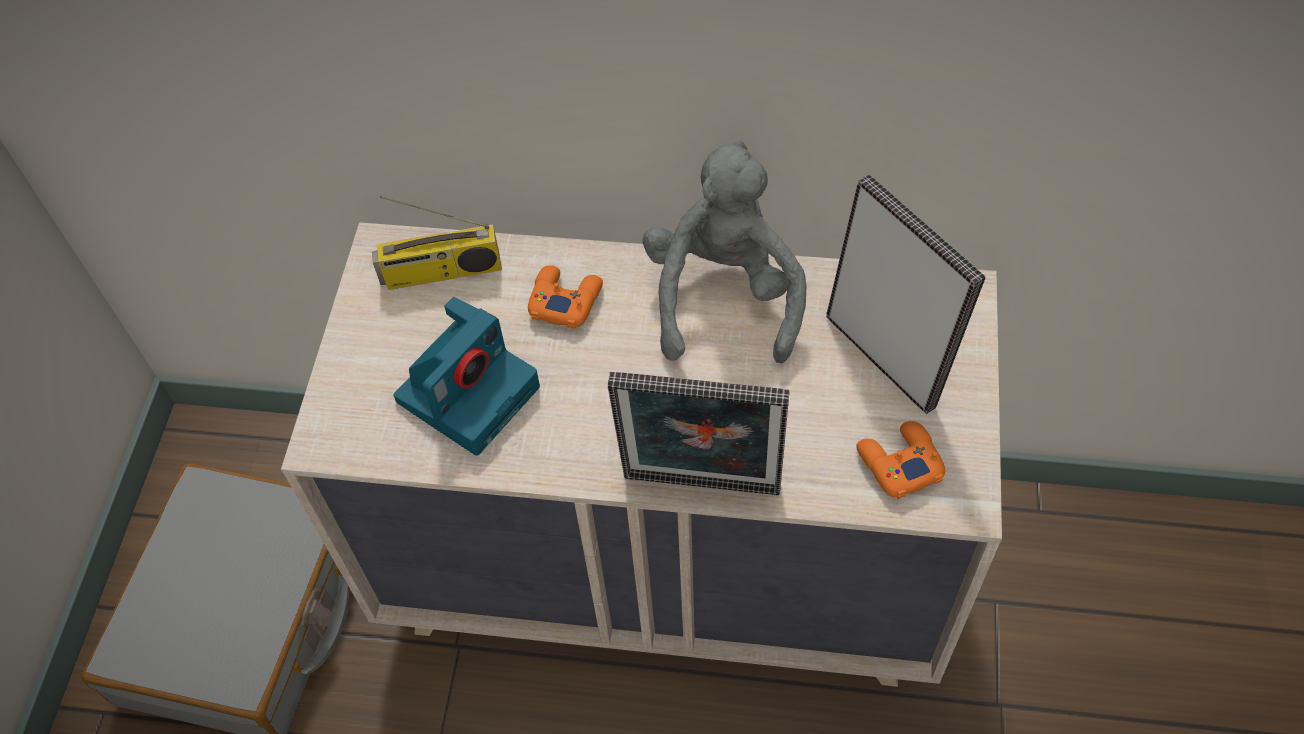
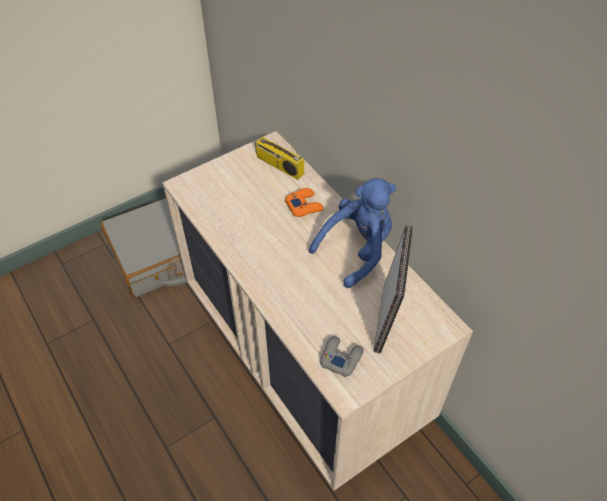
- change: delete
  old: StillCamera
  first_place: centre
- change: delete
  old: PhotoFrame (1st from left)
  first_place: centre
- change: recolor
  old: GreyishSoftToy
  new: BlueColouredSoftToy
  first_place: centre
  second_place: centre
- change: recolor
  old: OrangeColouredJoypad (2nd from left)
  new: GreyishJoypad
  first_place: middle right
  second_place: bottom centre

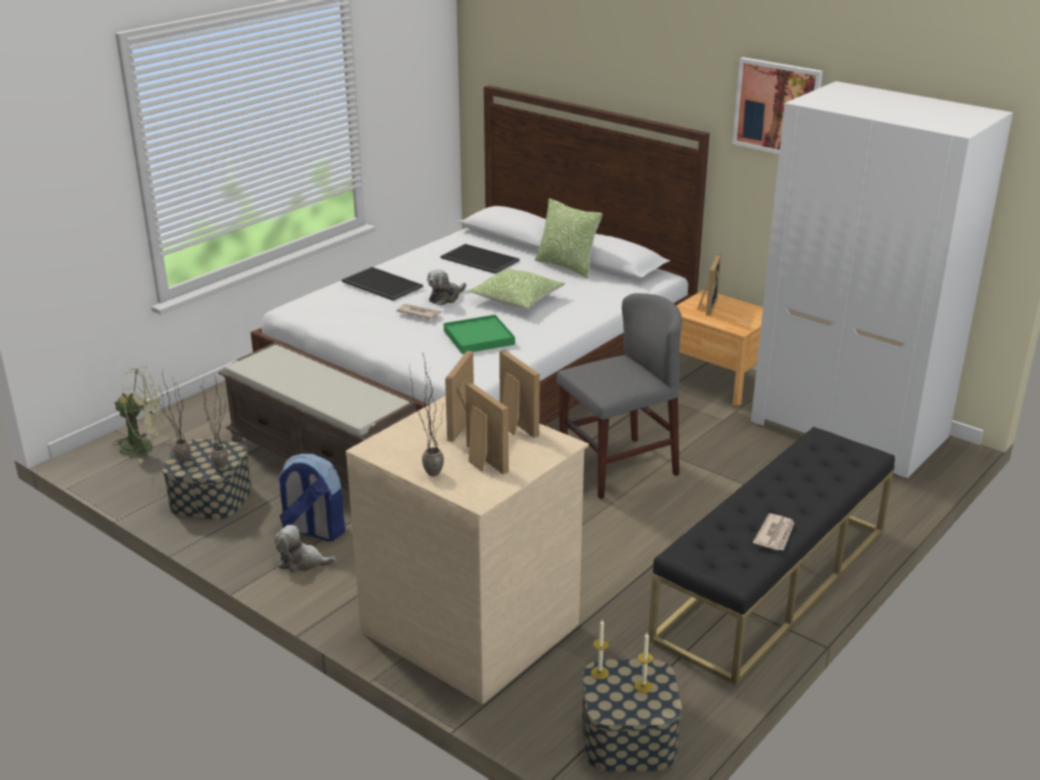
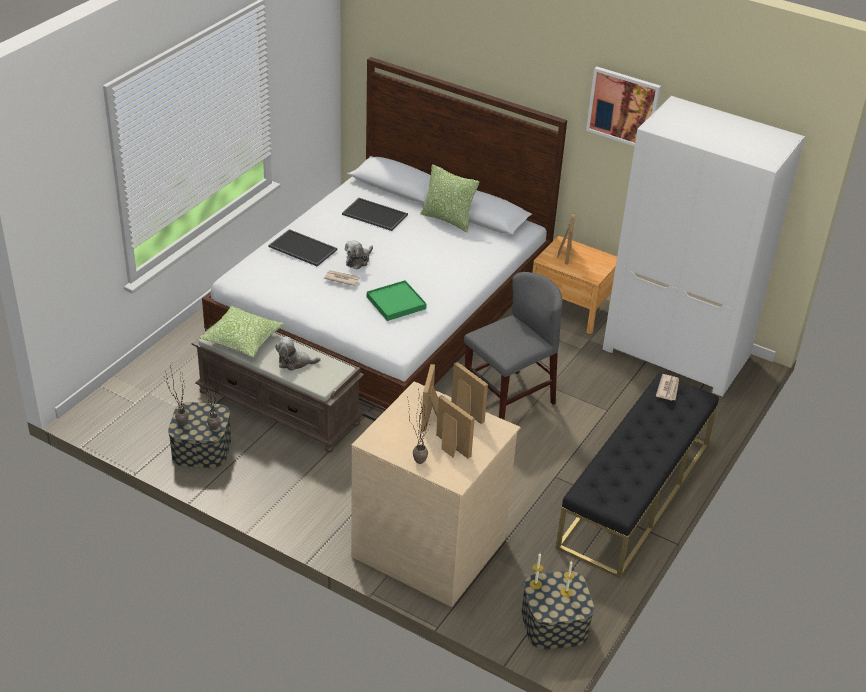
- change: delete
  old: GreenCoolingFan
  first_place: middle left
- change: move
  old: SoftToy (1st from left)
  first_place: bottom left
  second_place: centre
- change: delete
  old: Knapsack
  first_place: middle left
- change: move
  old: Cushion (1st from left)
  first_place: centre
  second_place: middle left
- change: move
  old: Newspaper (2nd from left)
  first_place: bottom right
  second_place: middle right

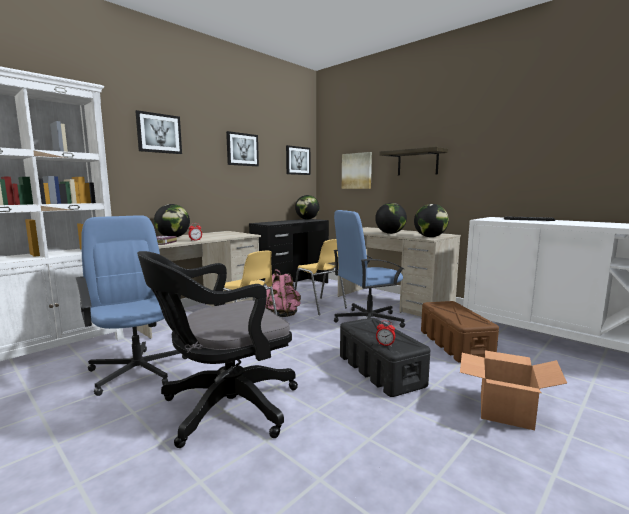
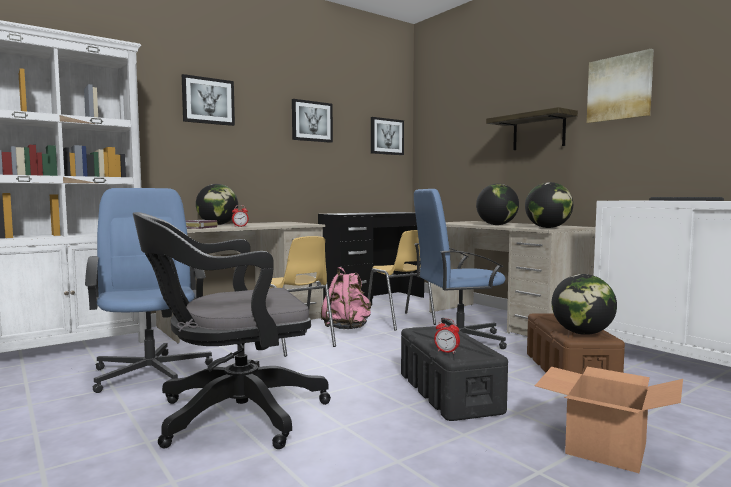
- change: move
  old: Globe (2nd from left in the first image)
  new: Globe (4th from left)
  first_place: centre
  second_place: middle right
- change: move
  old: WallArt (4th from left)
  first_place: top centre
  second_place: top right

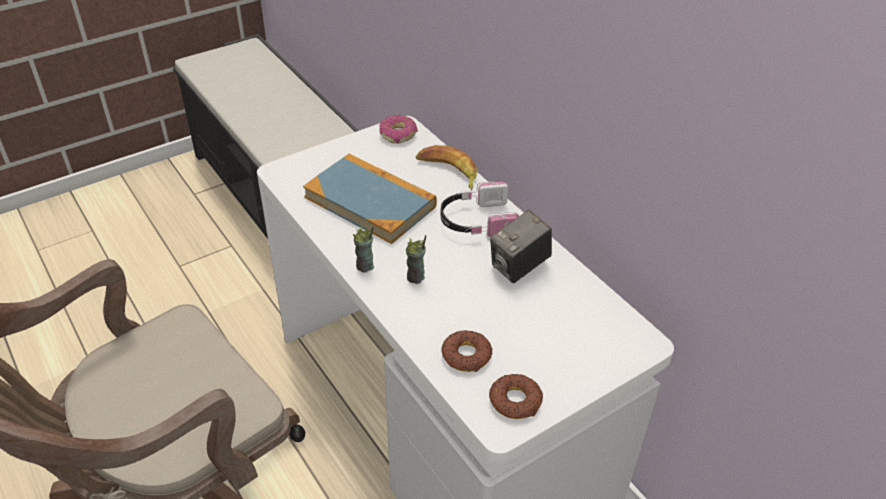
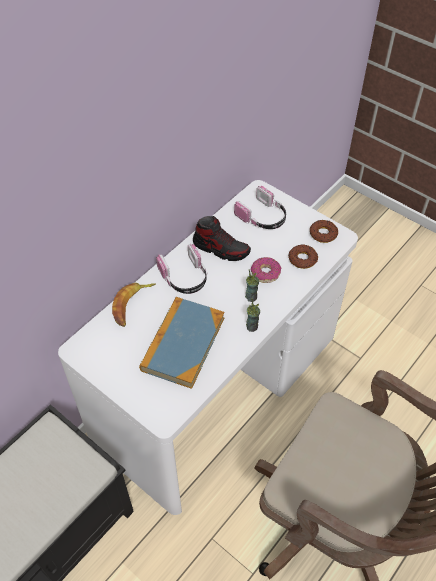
- change: move
  old: Donut (1st from left)
  first_place: top centre
  second_place: centre
- change: replace
  old: StillCamera
  new: ItemOfFootwear
  first_place: centre
  second_place: centre
- change: insert
  new: Headset (2nd from left)
  second_place: centre

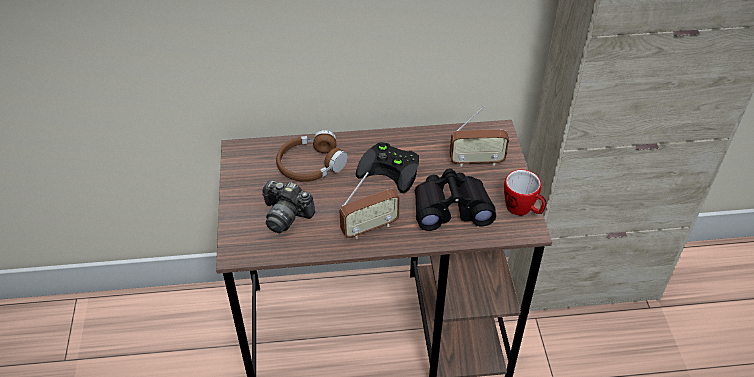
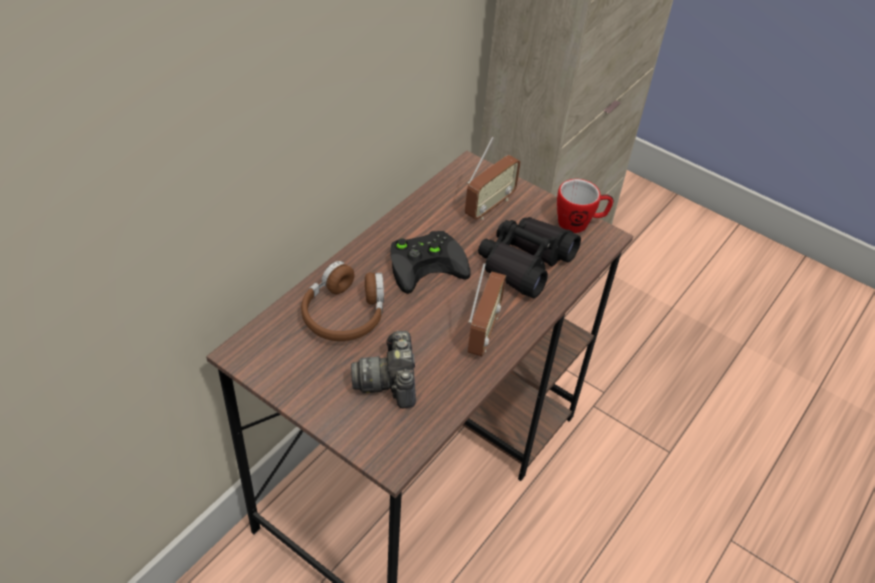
- change: rotate
  old: StillCamera
  first_place: centre
  second_place: centre
  degrees: 105

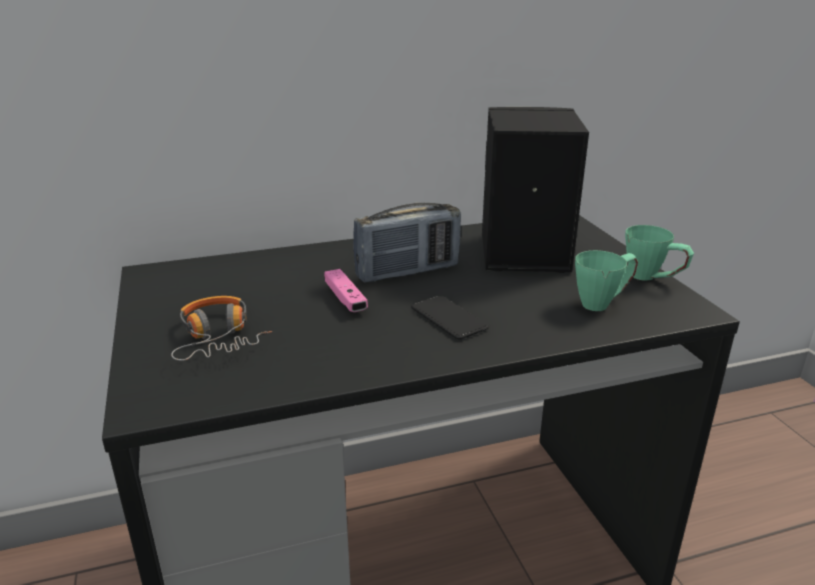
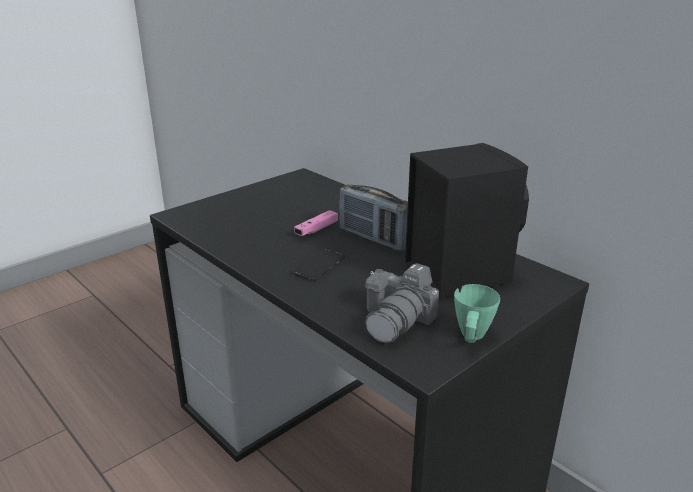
- change: delete
  old: Headset
  first_place: middle left
- change: replace
  old: GreenTeaMug (1st from left)
  new: StillCamera
  first_place: middle right
  second_place: centre

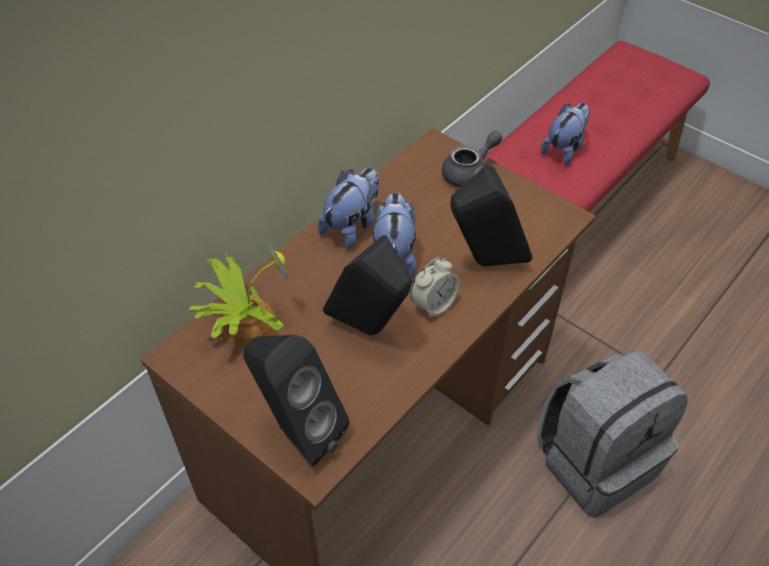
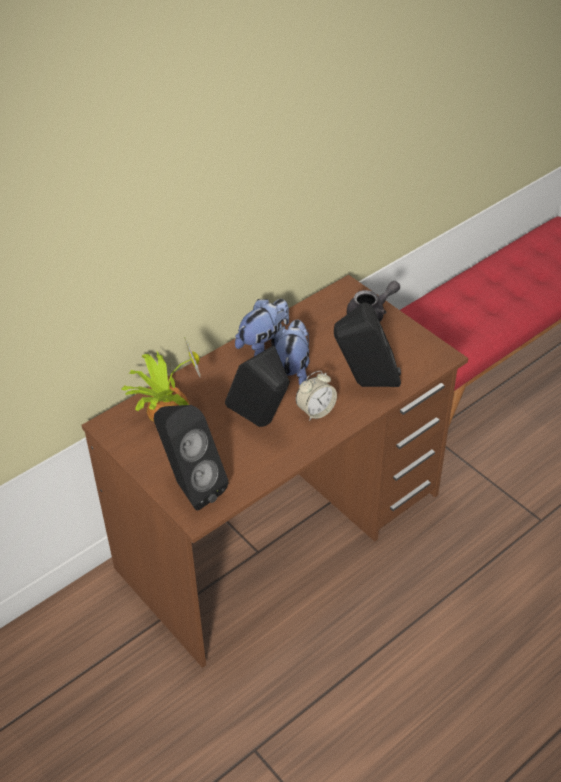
- change: delete
  old: GreyishKnapsack
  first_place: bottom right
- change: delete
  old: SoftToy (3rd from left)
  first_place: top right

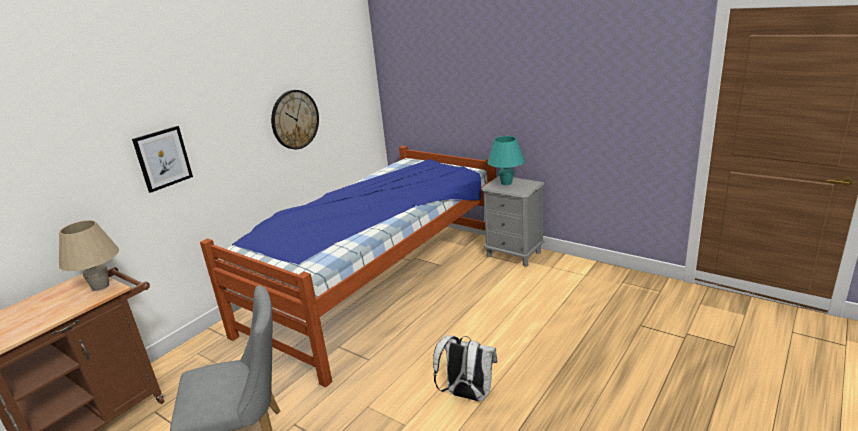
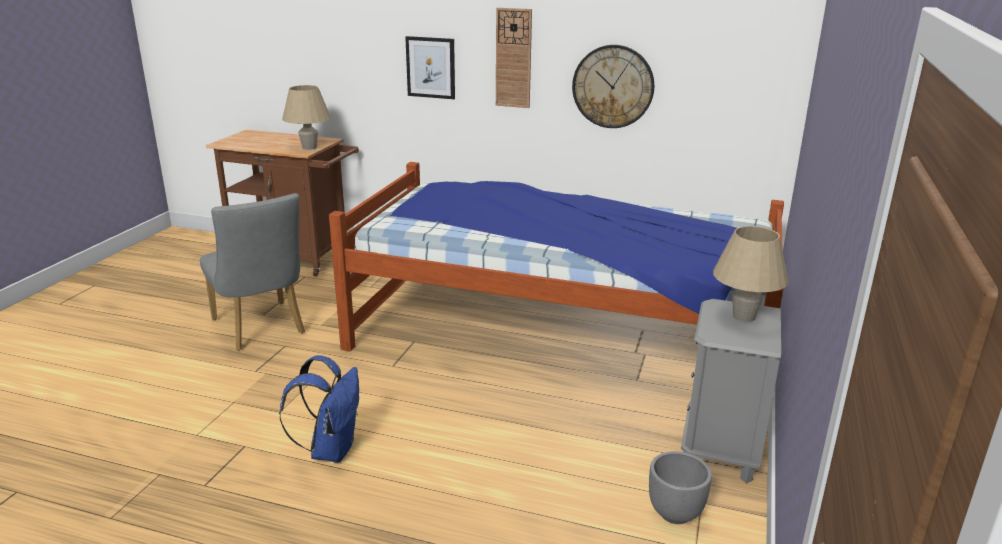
- change: recolor
  old: WhiteColouredKnapsack
  new: BlueColouredKnapsack
  first_place: bottom centre
  second_place: bottom left
- change: recolor
  old: BlueGreenLampForATable
  new: BeigeLampForATable (2nd from left)
  first_place: centre
  second_place: middle right
- change: insert
  new: ClockOnTheWall (1st from left)
  second_place: top centre
- change: insert
  new: GreyishPlantPot
  second_place: bottom right

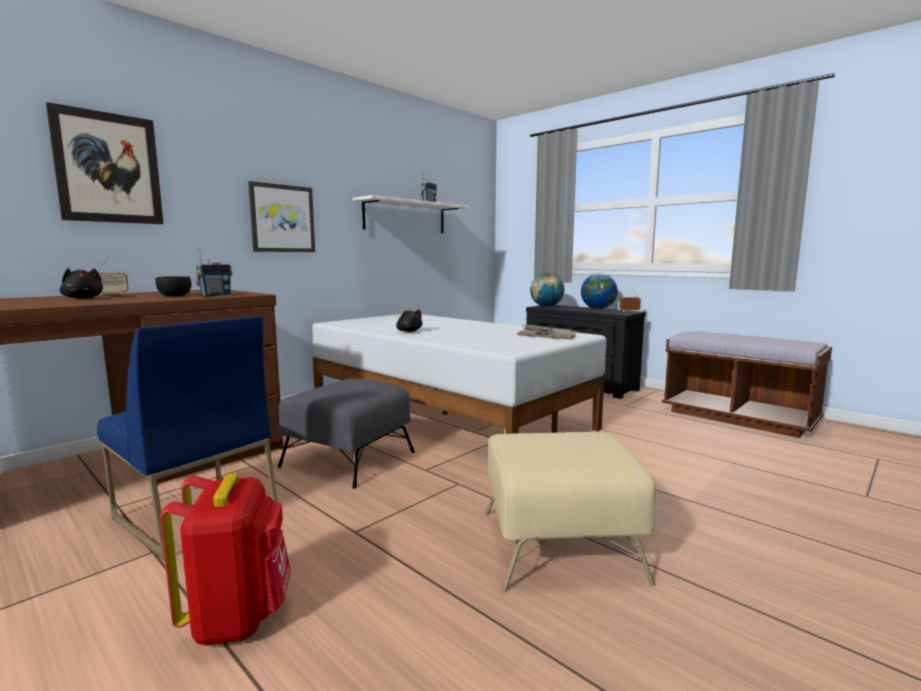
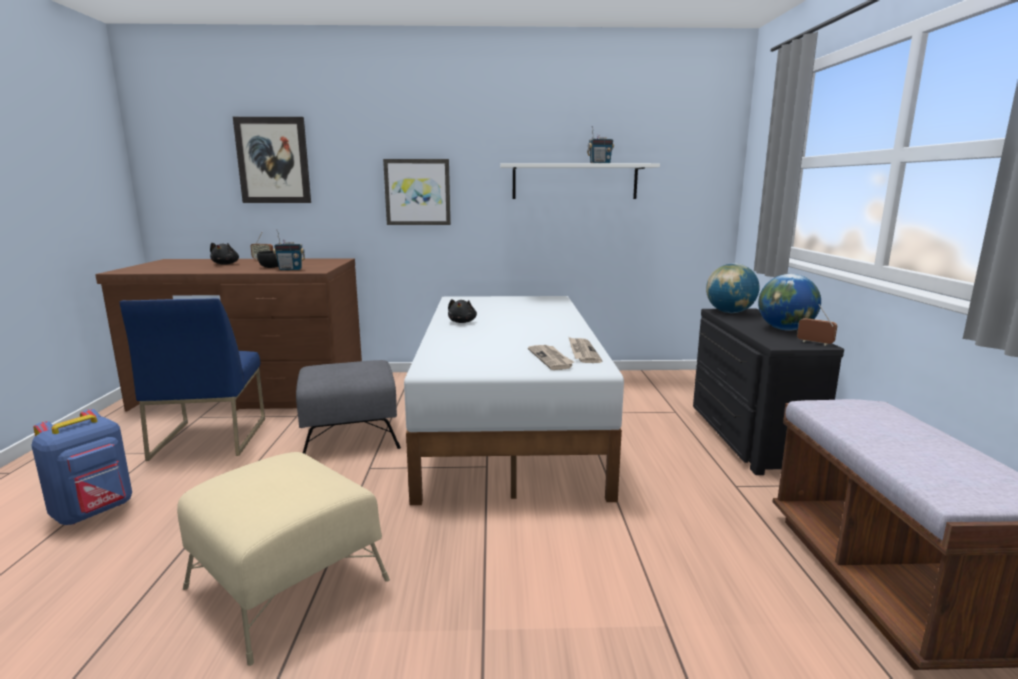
- change: recolor
  old: RedColouredKnapsack
  new: BlueColouredKnapsack
  first_place: bottom left
  second_place: bottom left

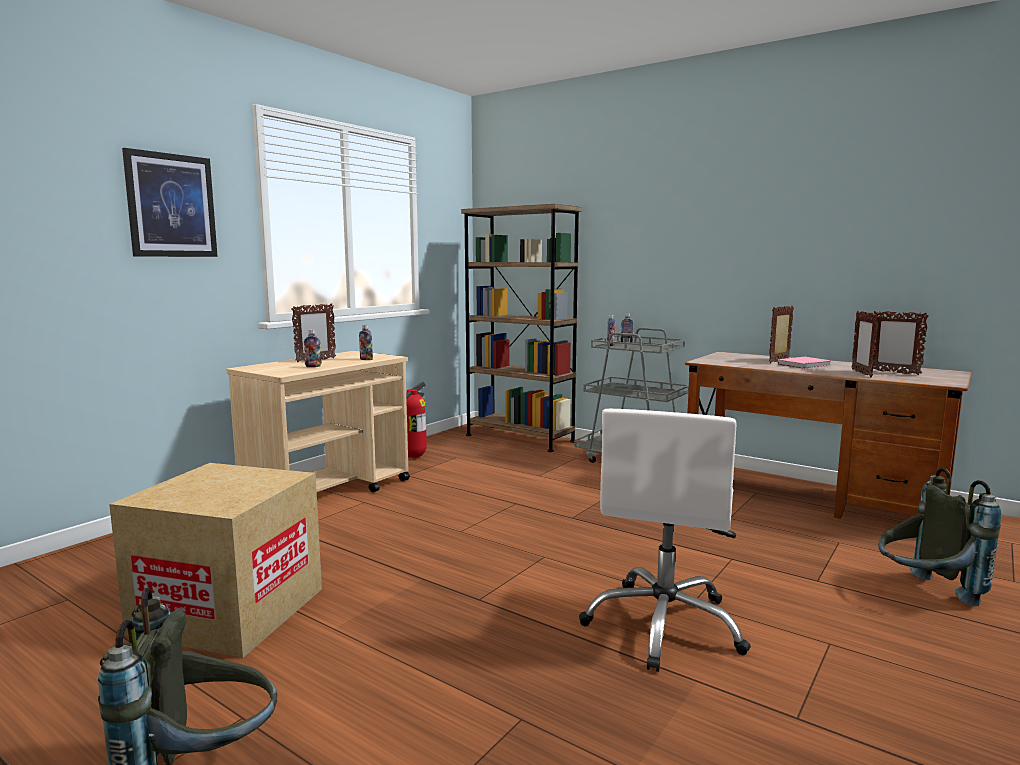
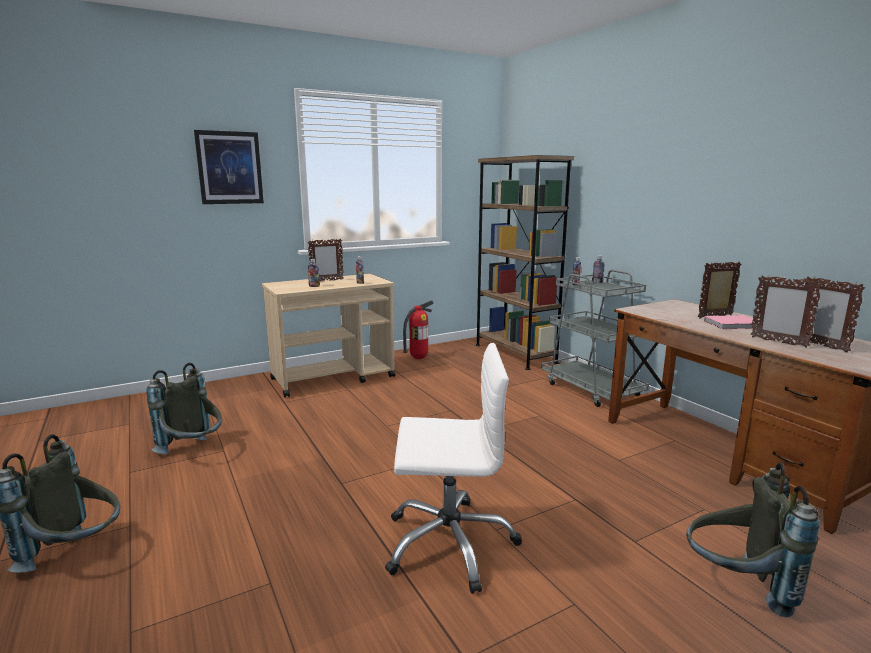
- change: replace
  old: Carton
  new: GreyishKnapsack (2nd from left)
  first_place: bottom left
  second_place: middle left
- change: rotate
  old: WhiteColouredDeskChair
  first_place: bottom centre
  second_place: bottom centre
  degrees: -135
- change: rotate
  old: PhotoFrame (3rd from left)
  first_place: middle right
  second_place: middle right
  degrees: -75

